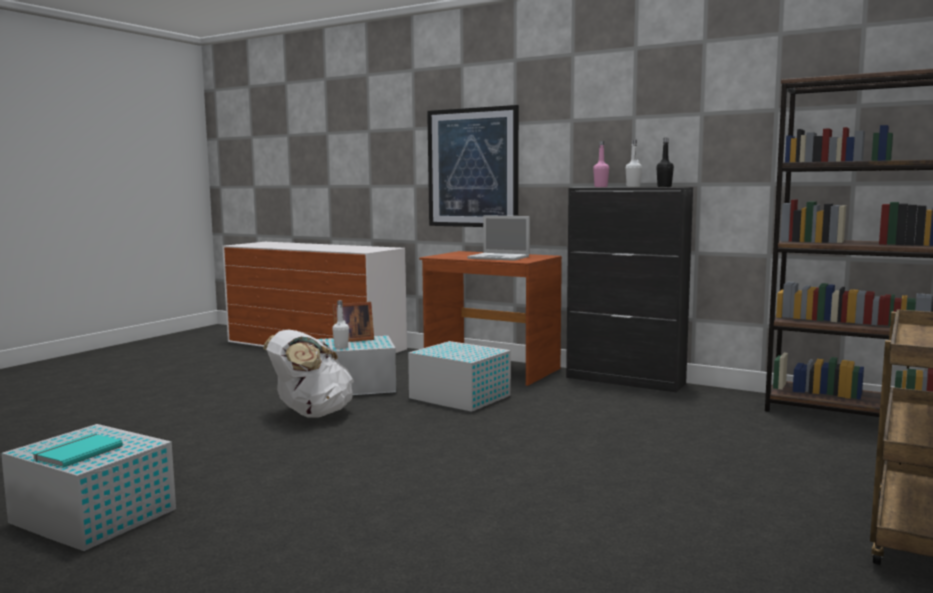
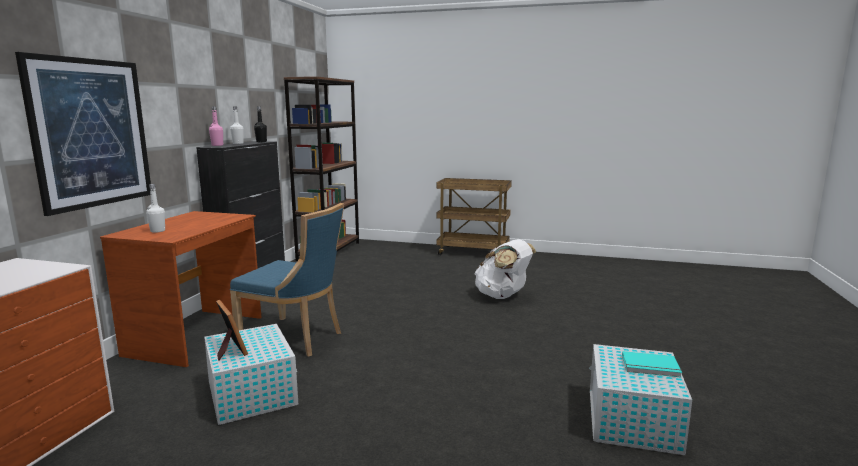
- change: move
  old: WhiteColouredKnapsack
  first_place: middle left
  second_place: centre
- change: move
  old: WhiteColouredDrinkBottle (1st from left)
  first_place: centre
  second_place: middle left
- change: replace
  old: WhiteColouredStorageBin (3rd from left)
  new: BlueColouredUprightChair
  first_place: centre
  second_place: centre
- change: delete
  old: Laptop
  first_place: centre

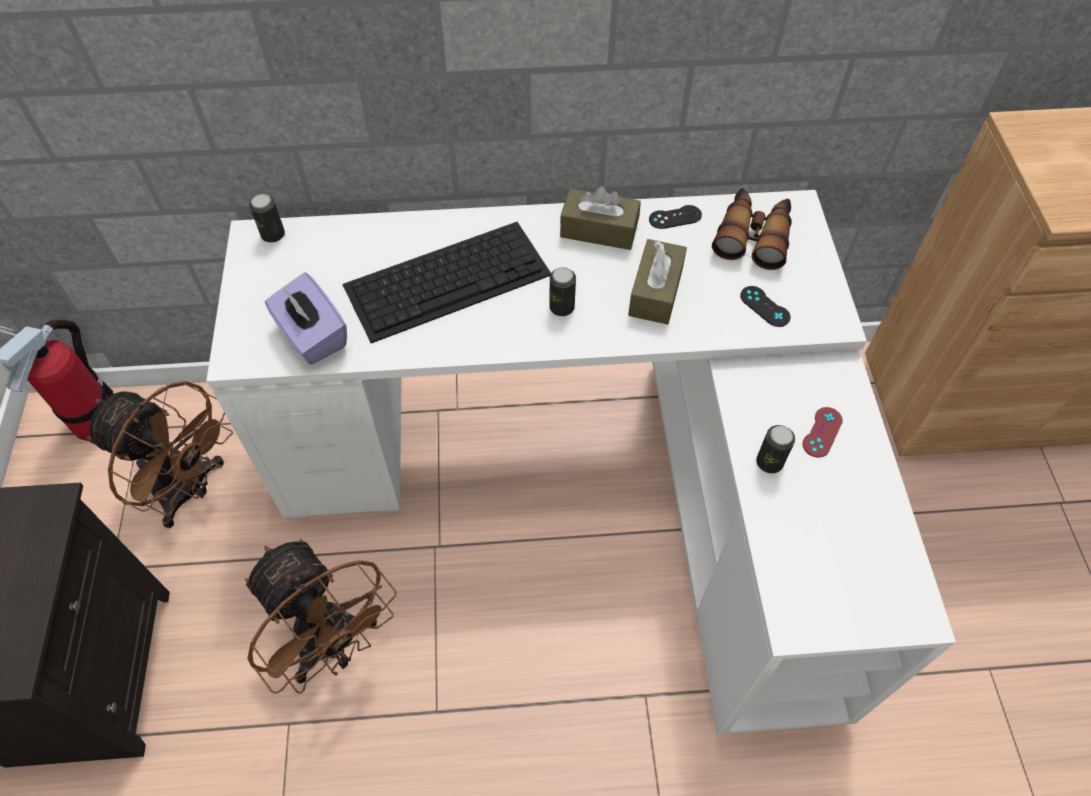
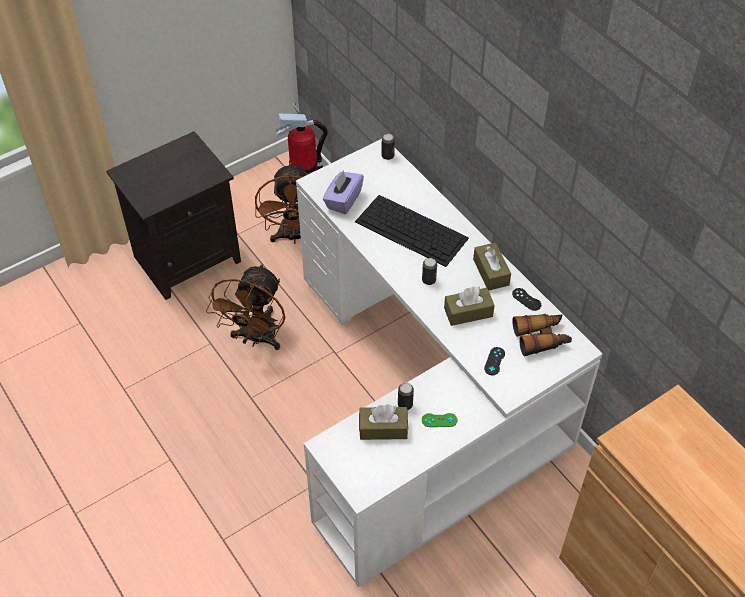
- change: recolor
  old: RedColouredJoypad
  new: GreenJoypad
  first_place: middle right
  second_place: bottom centre
- change: insert
  new: BrownColouredTissueHolder (1st from left)
  second_place: bottom centre

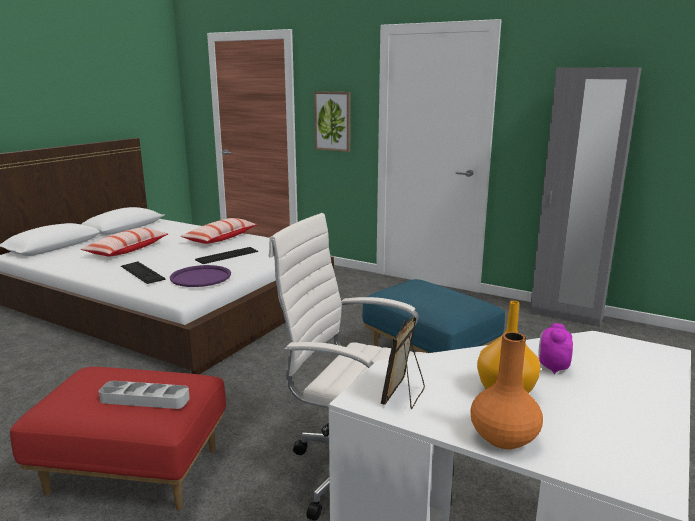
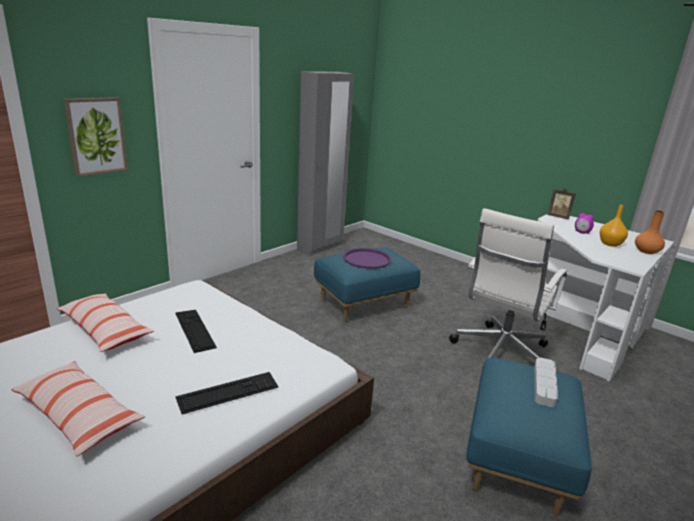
- change: recolor
  old: RedColouredFootrest
  new: BlueColouredFootrest (2nd from left)
  first_place: bottom left
  second_place: bottom right
- change: move
  old: PurplishTray
  first_place: middle left
  second_place: centre
- change: move
  old: PhotoFrame
  first_place: bottom centre
  second_place: middle right

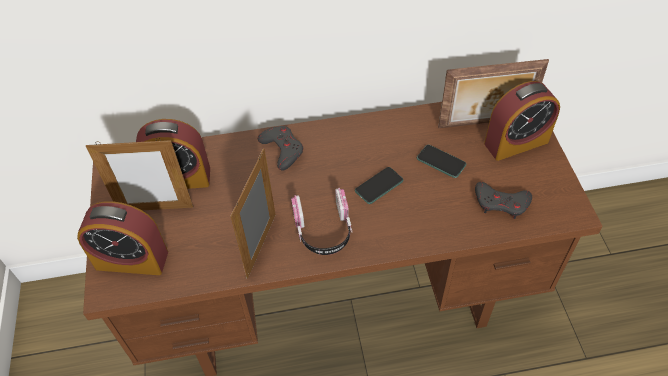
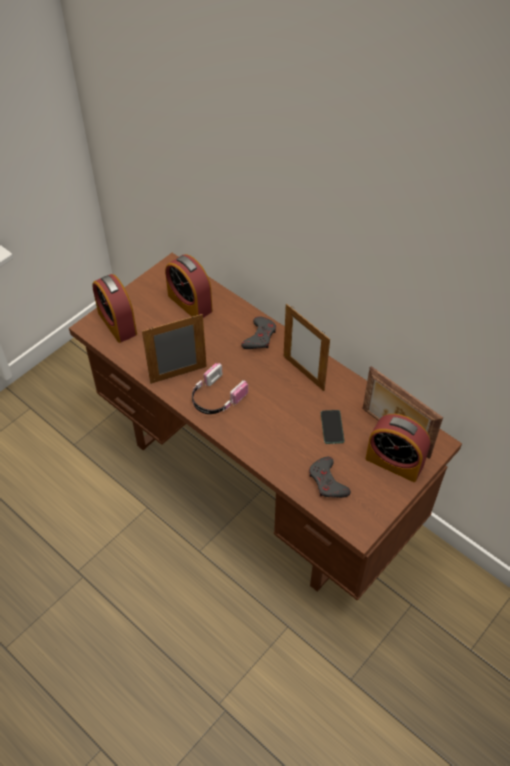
- change: move
  old: PhotoFrame (1st from left in the first image)
  new: PhotoFrame (2nd from left)
  first_place: middle left
  second_place: centre
- change: delete
  old: Handset (1st from left)
  first_place: centre

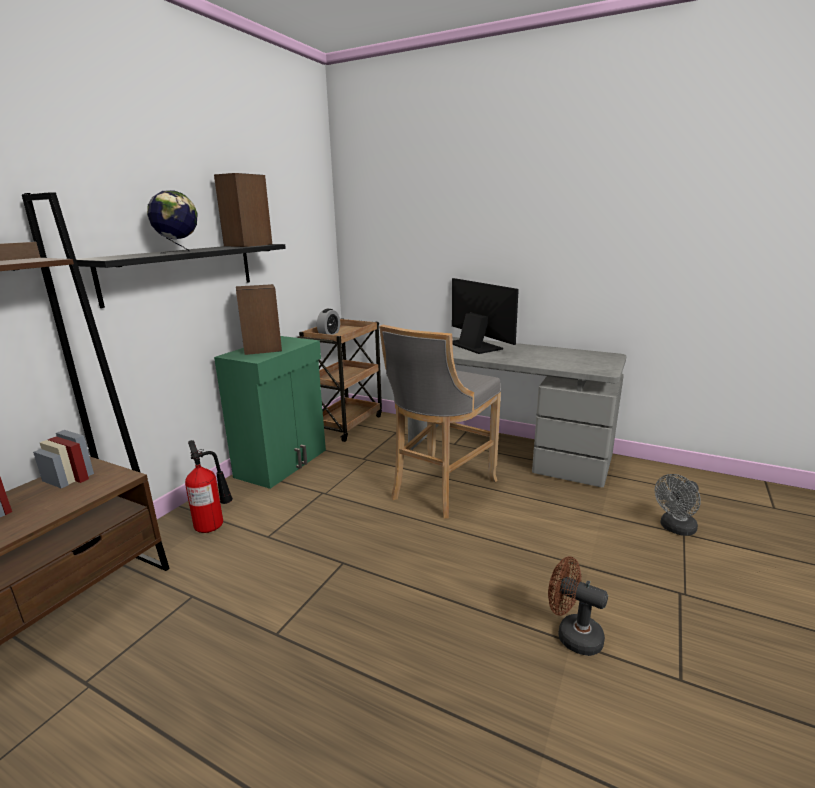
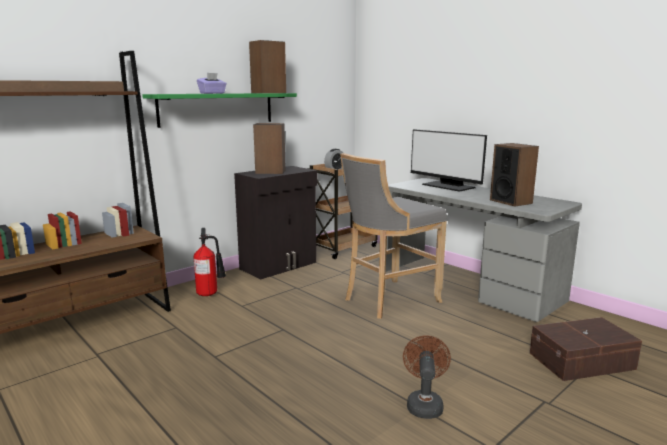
- change: recolor
  old: BlackColouredWallShelf
  new: GreenWallShelf
  first_place: middle left
  second_place: top left
- change: replace
  old: Globe
  new: PurplishTissueHolder
  first_place: top left
  second_place: top left
- change: recolor
  old: GreenStorageCabinet
  new: BlackColouredStorageCabinet
  first_place: middle left
  second_place: centre
- change: rotate
  old: ComputerDisplay
  first_place: centre
  second_place: middle right
  degrees: 150
- change: rotate
  old: BrownColouredCoolingFan
  first_place: bottom right
  second_place: bottom centre
  degrees: 45
- change: replace
  old: GreyishCoolingFan
  new: BrownColouredStorageBin
  first_place: middle right
  second_place: bottom right
- change: insert
  new: Loudspeaker (3rd from left)
  second_place: middle right

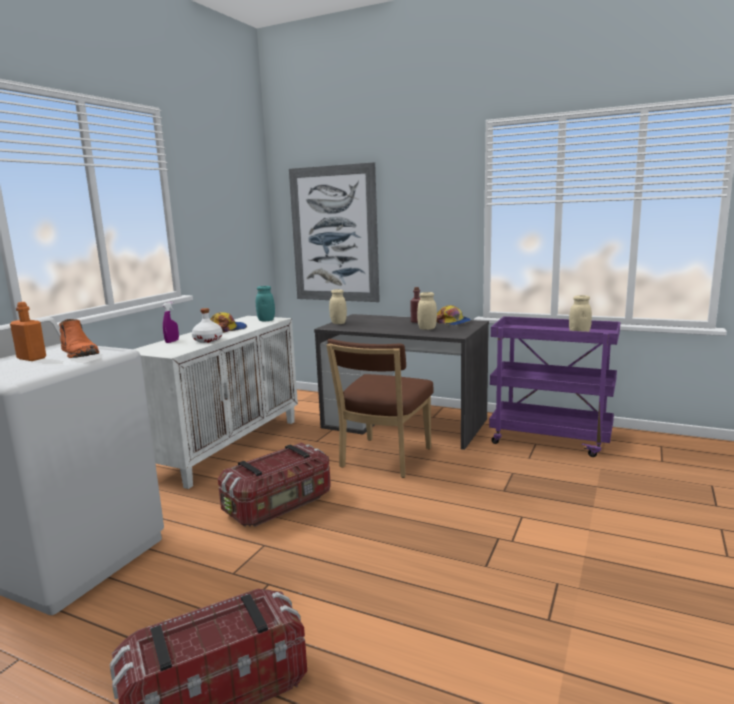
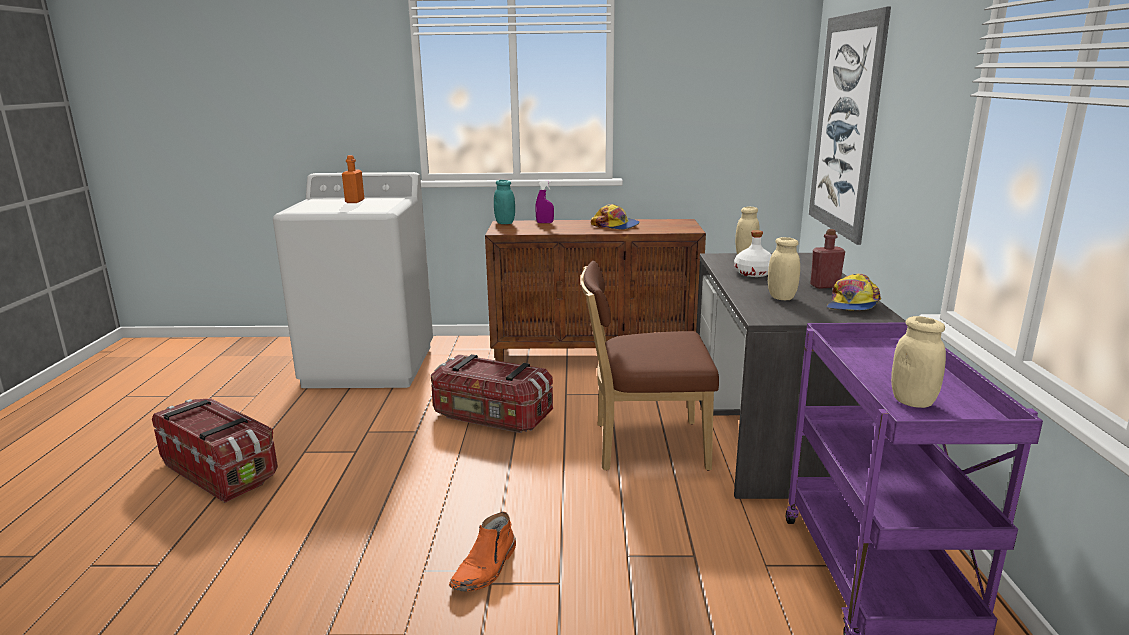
- change: move
  old: OrangeColouredBoot
  first_place: middle left
  second_place: bottom centre
- change: recolor
  old: WhiteColouredStorageCabinet
  new: BrownColouredStorageCabinet
  first_place: middle left
  second_place: centre
- change: move
  old: WhiteColouredDrinkBottle
  first_place: middle left
  second_place: centre
- change: move
  old: BlueGreenPreserveJar
  first_place: centre
  second_place: top centre

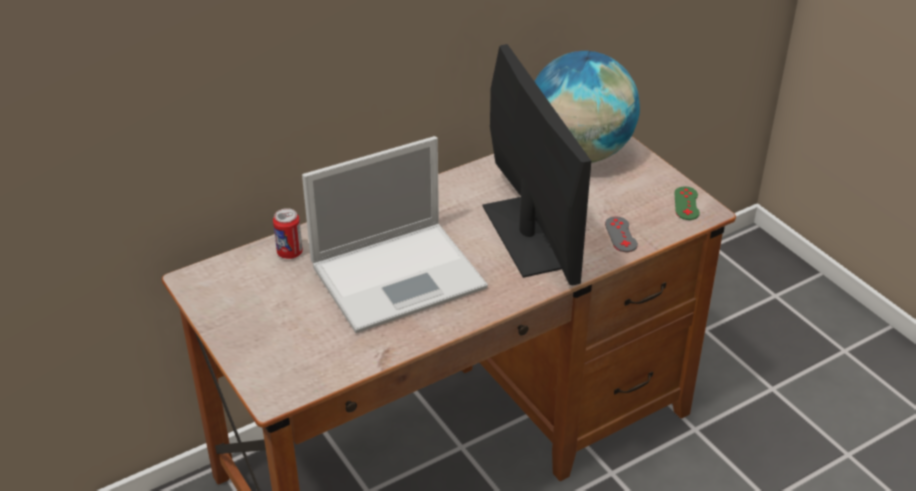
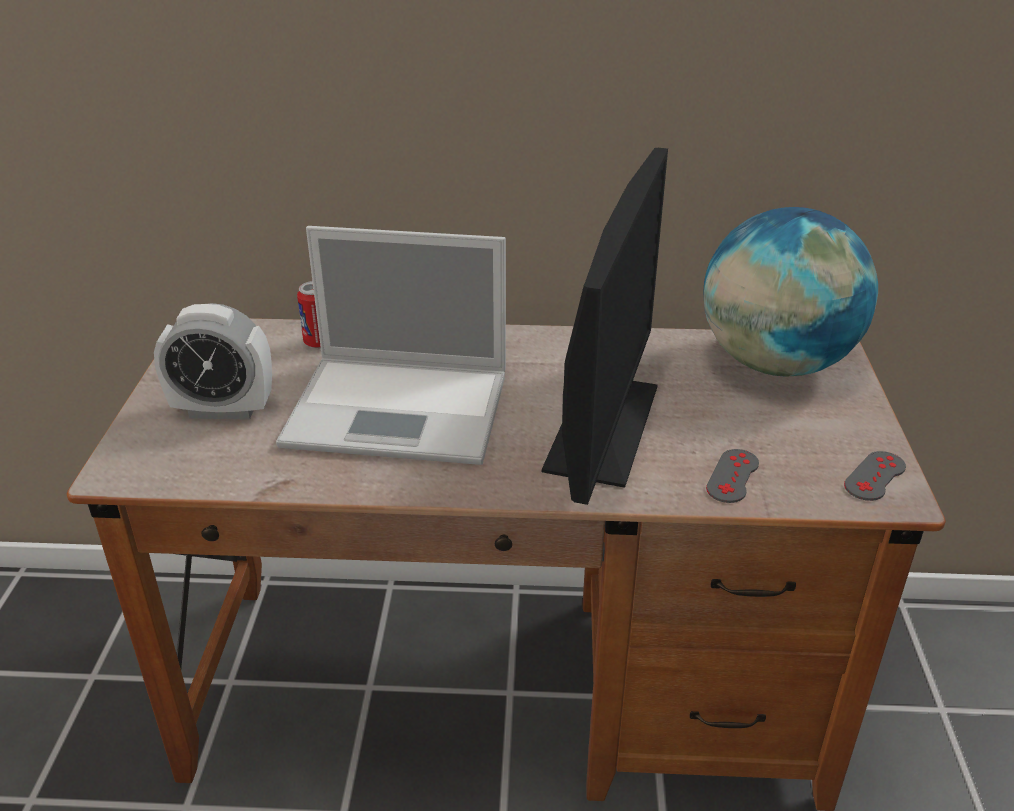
- change: recolor
  old: GreenJoypad
  new: GreyishJoypad (2nd from left)
  first_place: middle right
  second_place: middle right
- change: insert
  new: BedsideClock
  second_place: middle left

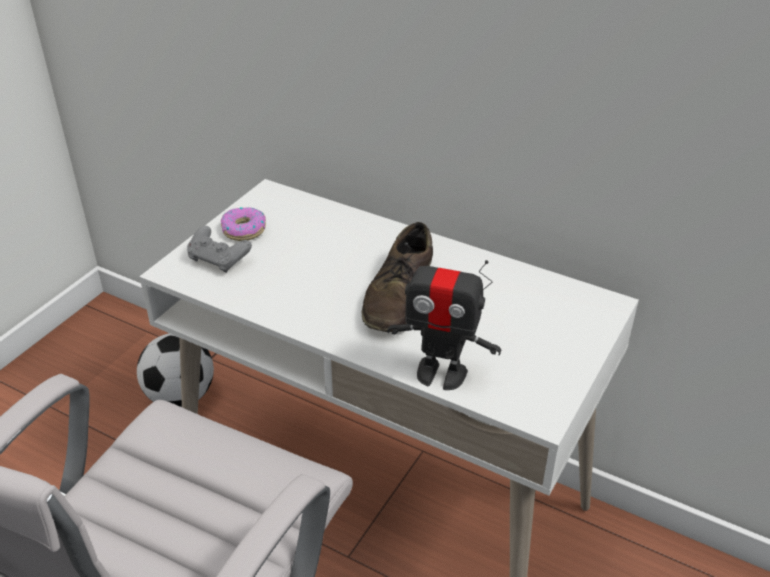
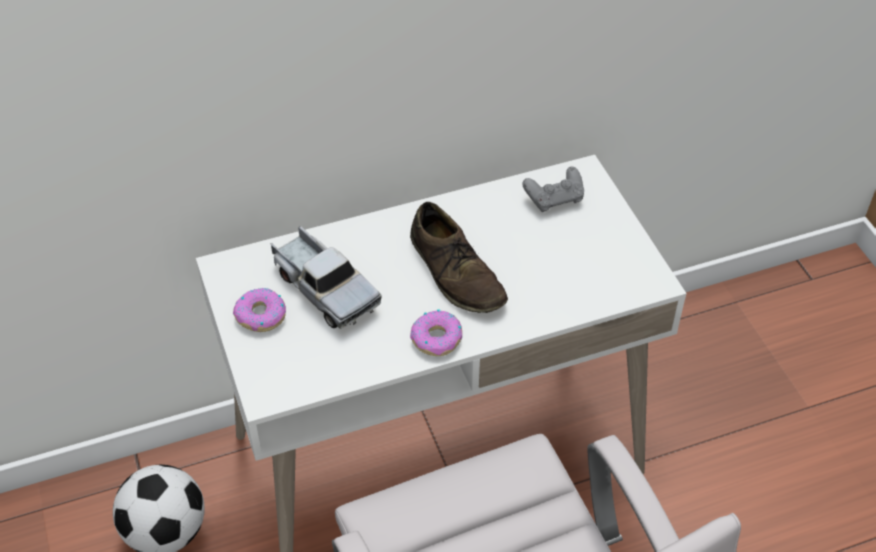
- change: move
  old: GreyishJoypad
  first_place: middle left
  second_place: centre
- change: delete
  old: ModelRobot
  first_place: centre
- change: insert
  new: ModelTruck
  second_place: centre
- change: insert
  new: Donut (2nd from left)
  second_place: centre

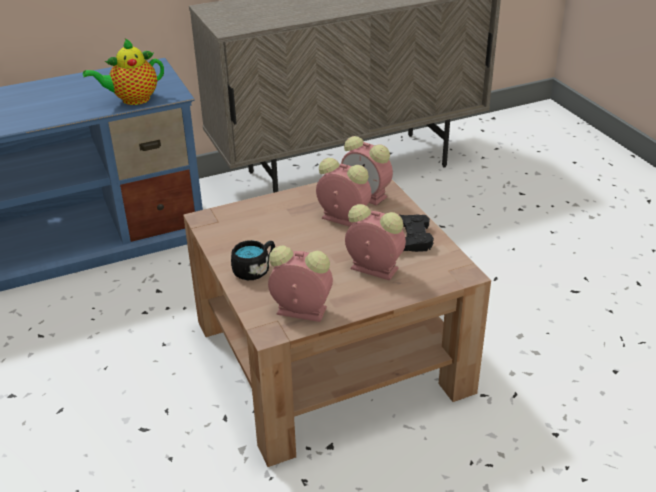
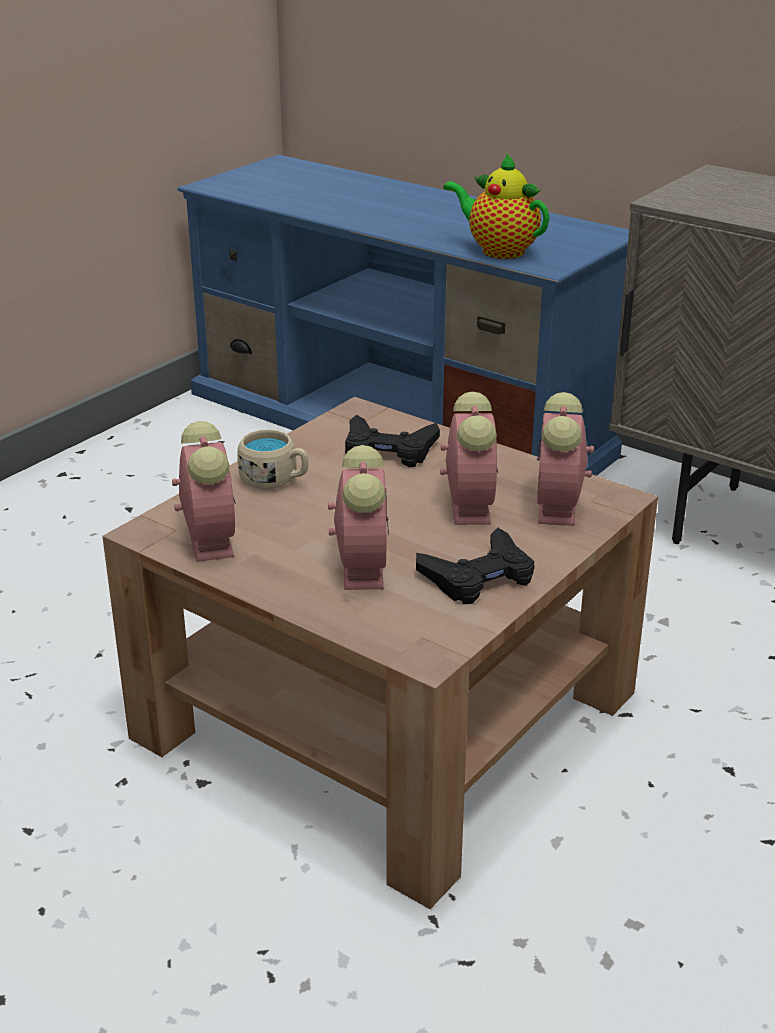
- change: recolor
  old: BlackColouredTeaMug
  new: BeigeTeaMug
  first_place: centre
  second_place: centre
- change: insert
  new: BlackColouredJoypad (1st from left)
  second_place: centre

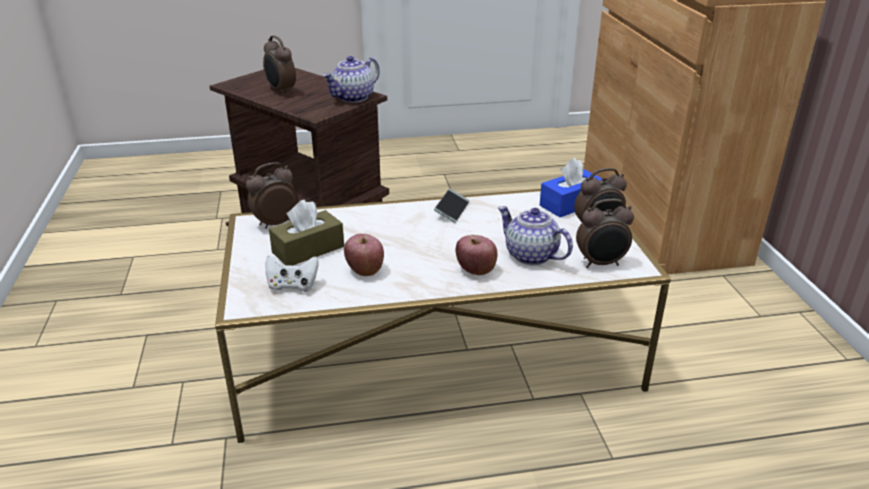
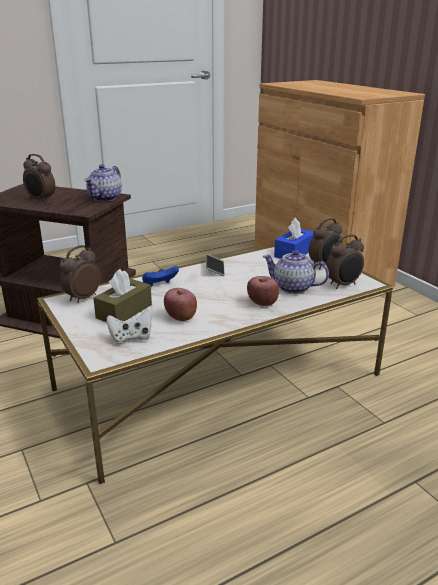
- change: insert
  new: BlueColouredJoypad
  second_place: centre

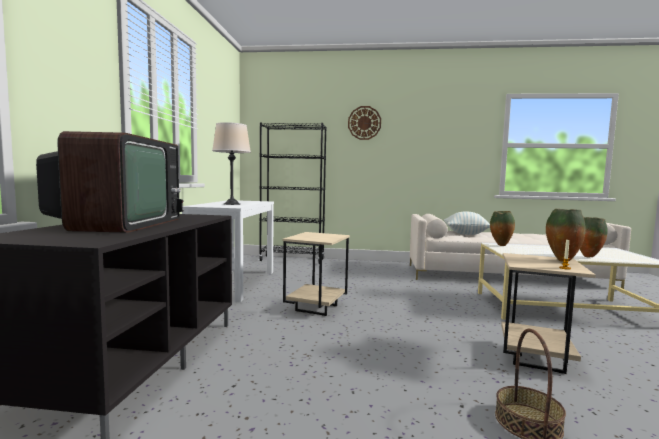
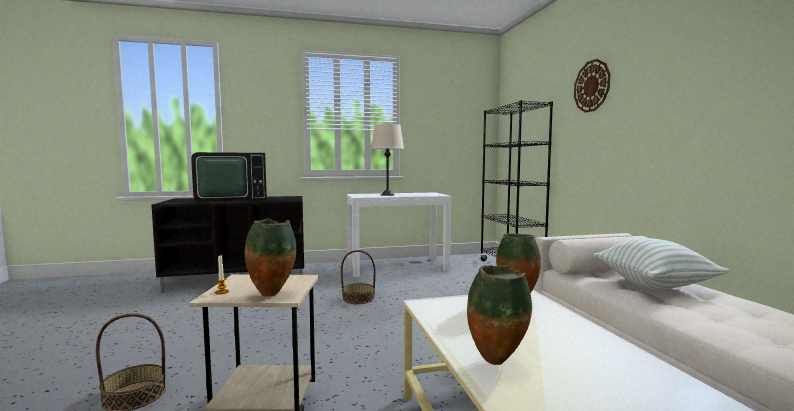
- change: replace
  old: BeigeEndTable (1st from left)
  new: HouseholdBasket (2nd from left)
  first_place: centre
  second_place: bottom centre

